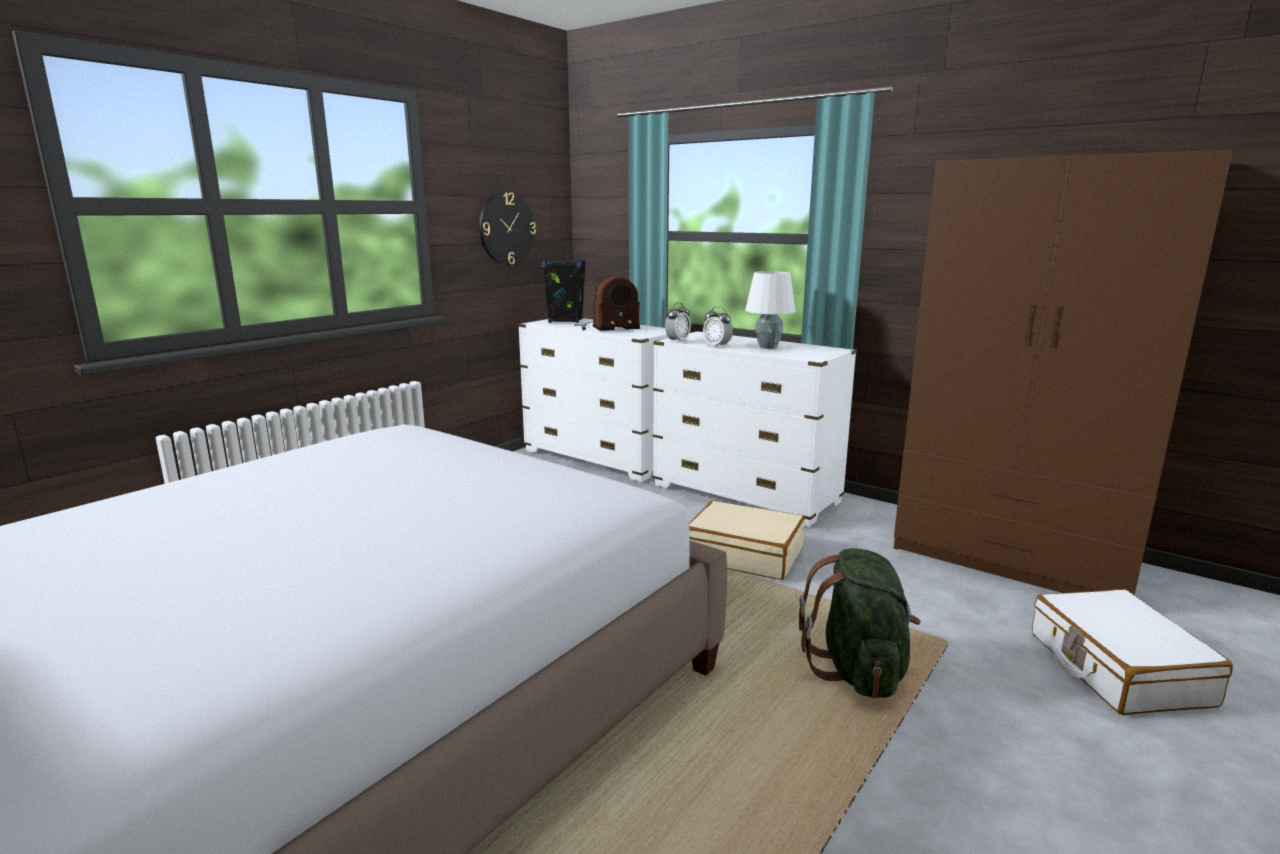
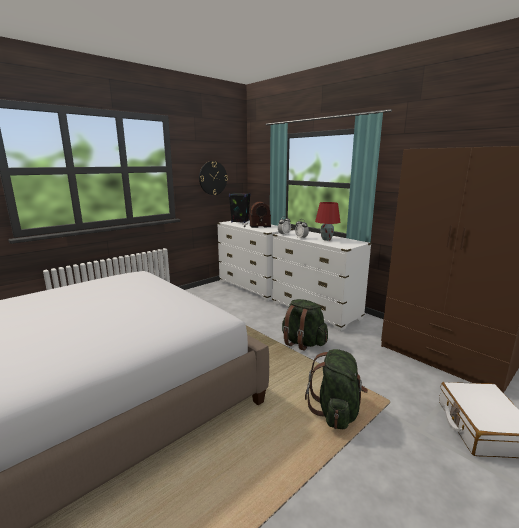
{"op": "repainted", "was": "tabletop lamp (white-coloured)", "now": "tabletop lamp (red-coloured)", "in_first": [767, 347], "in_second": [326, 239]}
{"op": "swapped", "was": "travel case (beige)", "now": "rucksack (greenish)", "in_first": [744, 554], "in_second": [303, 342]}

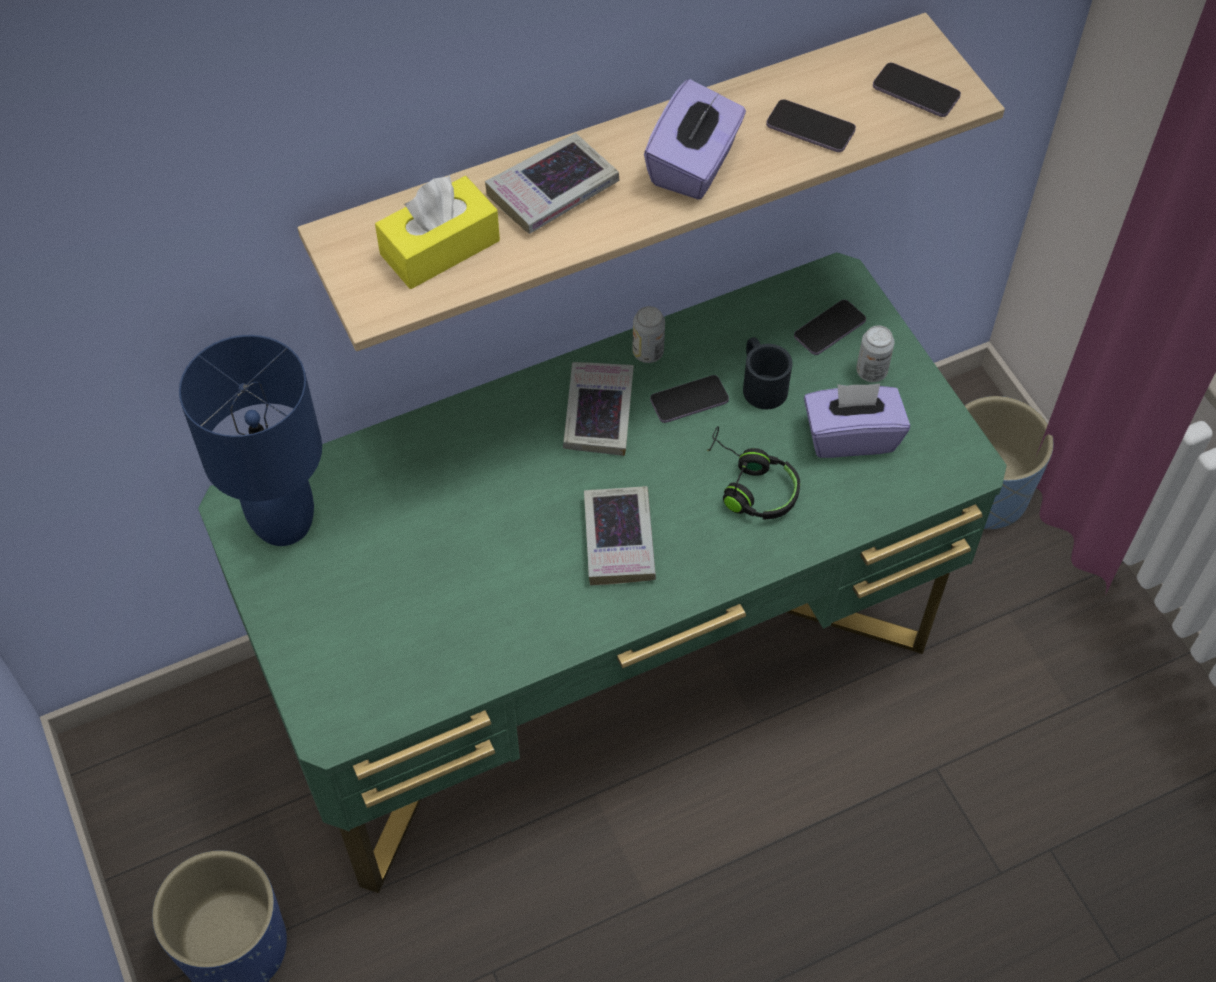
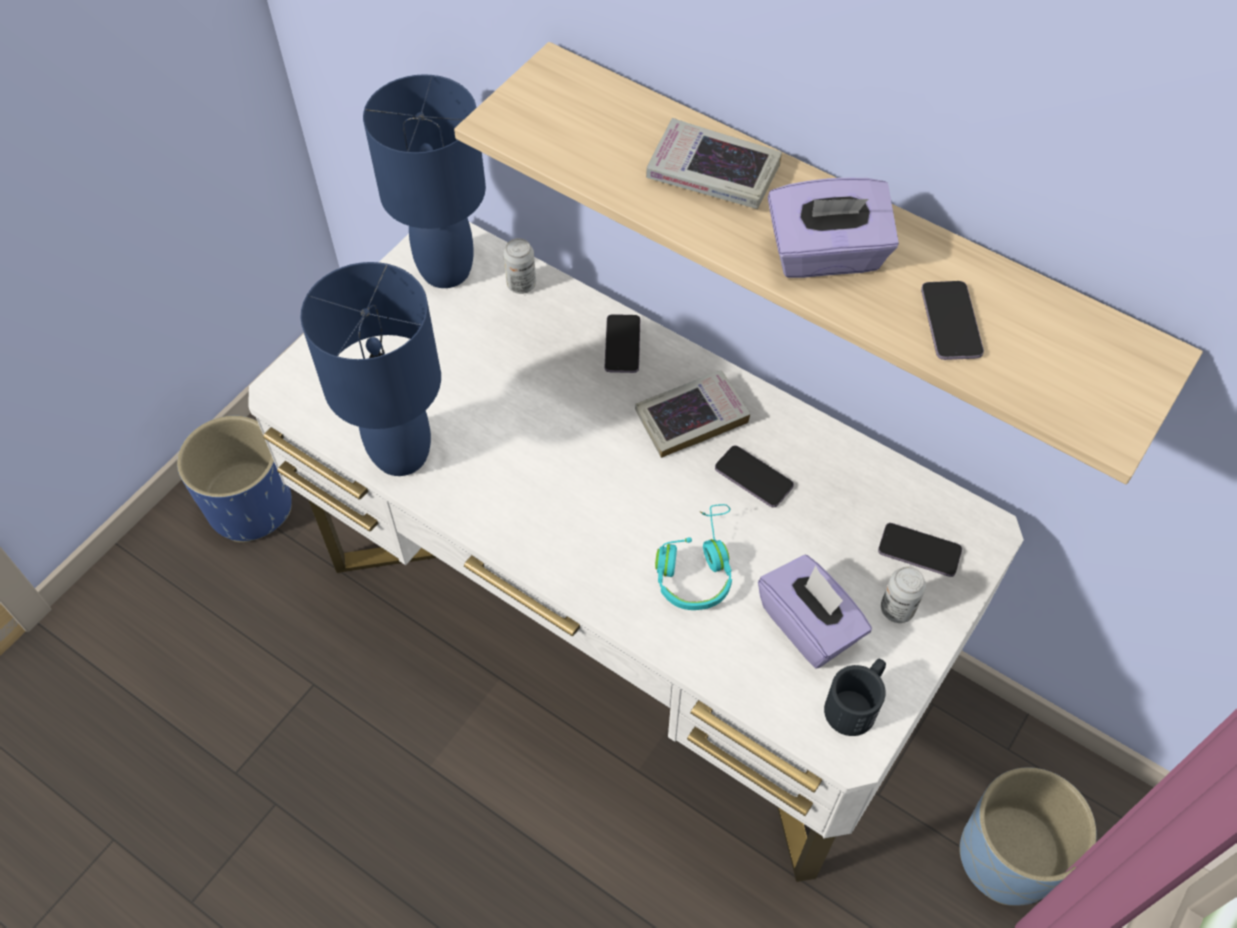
{"op": "shifted", "was": "phone", "in_first": [915, 92], "in_second": [622, 345]}
{"op": "gone", "was": "box of tissues (yellowish)", "in_first": [440, 247]}
{"op": "repainted", "was": "desk unit (greenish)", "now": "desk unit (white-coloured)", "in_first": [605, 662], "in_second": [621, 625]}
{"op": "shifted", "was": "metal can", "in_first": [648, 352], "in_second": [521, 284]}
{"op": "shifted", "was": "mug (black-coloured)", "in_first": [761, 383], "in_second": [856, 702]}
{"op": "repainted", "was": "headphones (black-coloured)", "now": "headphones (turquoise-coloured)", "in_first": [749, 485], "in_second": [696, 567]}
{"op": "gone", "was": "volume", "in_first": [619, 540]}
{"op": "new", "now": "tabletop lamp (blue-coloured)", "in_second": [401, 453]}

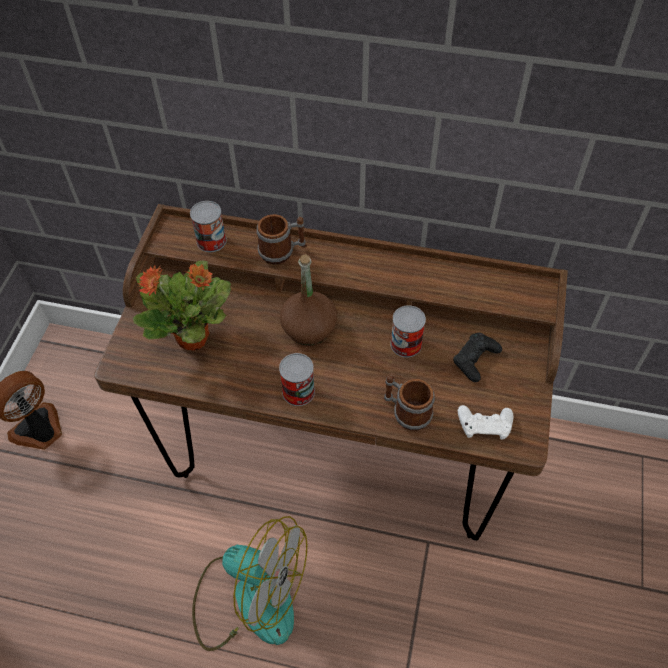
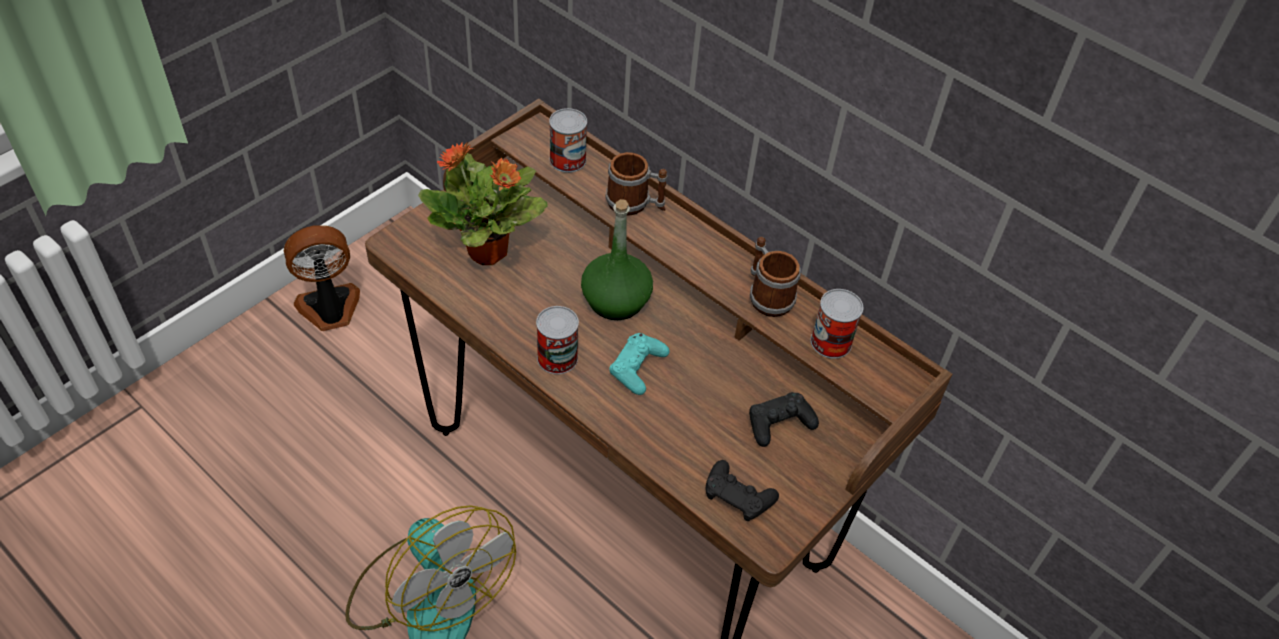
{"op": "repainted", "was": "beverage bottle (brownish)", "now": "beverage bottle (greenish)", "in_first": [309, 328], "in_second": [616, 301]}
{"op": "shifted", "was": "metal can", "in_first": [406, 344], "in_second": [831, 342]}
{"op": "shifted", "was": "mug", "in_first": [406, 412], "in_second": [767, 295]}
{"op": "repainted", "was": "game controller (white-coloured)", "now": "game controller (black-coloured)", "in_first": [484, 425], "in_second": [738, 496]}
{"op": "new", "now": "game controller (turquoise-coloured)", "in_second": [637, 368]}

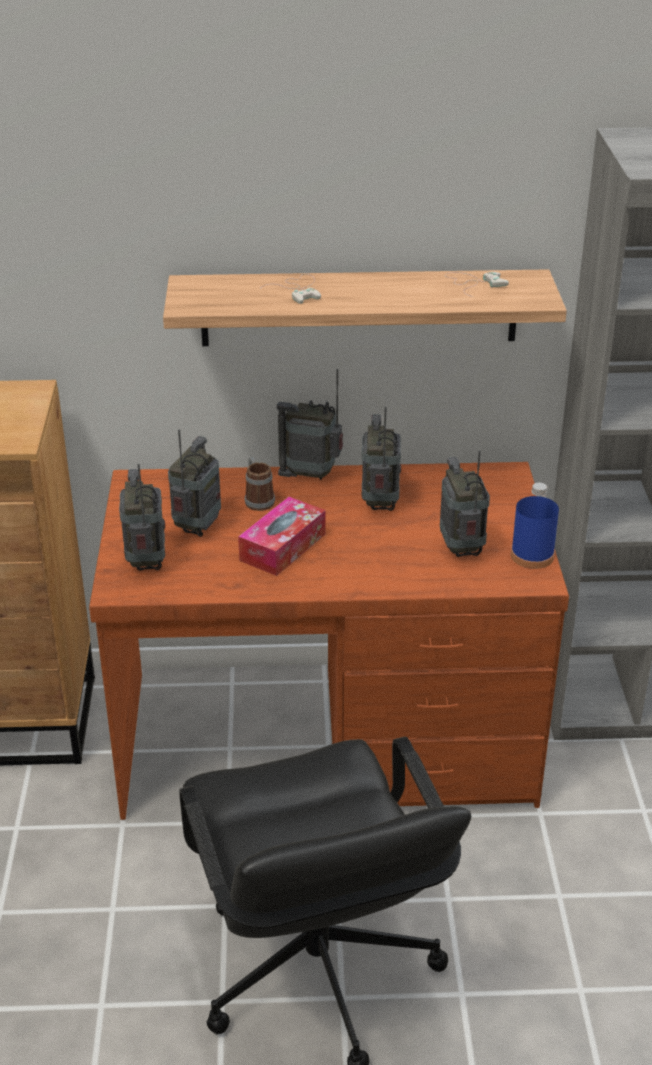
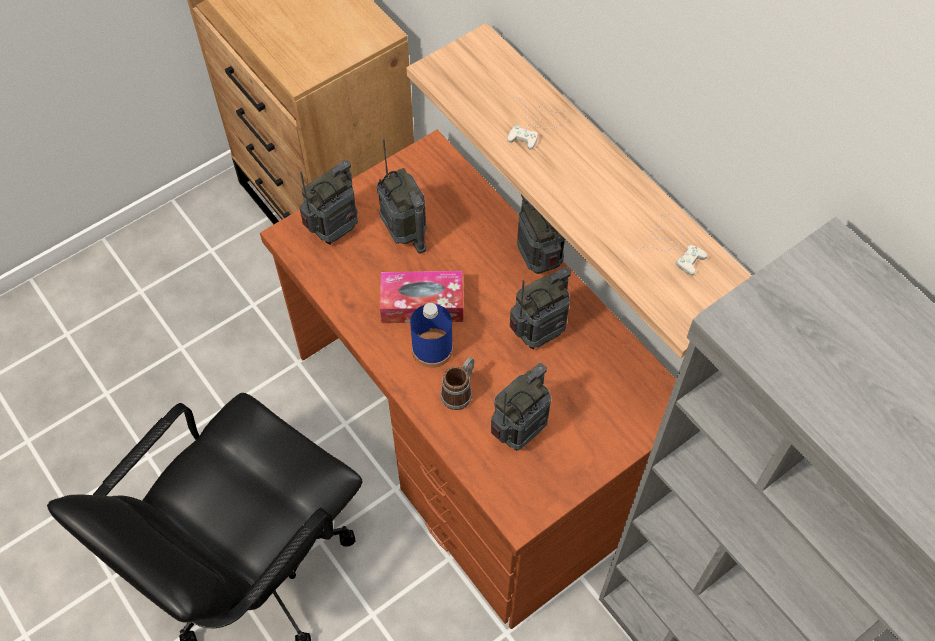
{"op": "rotated", "was": "radio", "in_first": [197, 527], "in_second": [404, 232], "clockwise": 75}
{"op": "shifted", "was": "mug", "in_first": [257, 499], "in_second": [460, 391]}
{"op": "shifted", "was": "beverage bottle (blue-coloured)", "in_first": [532, 556], "in_second": [432, 349]}

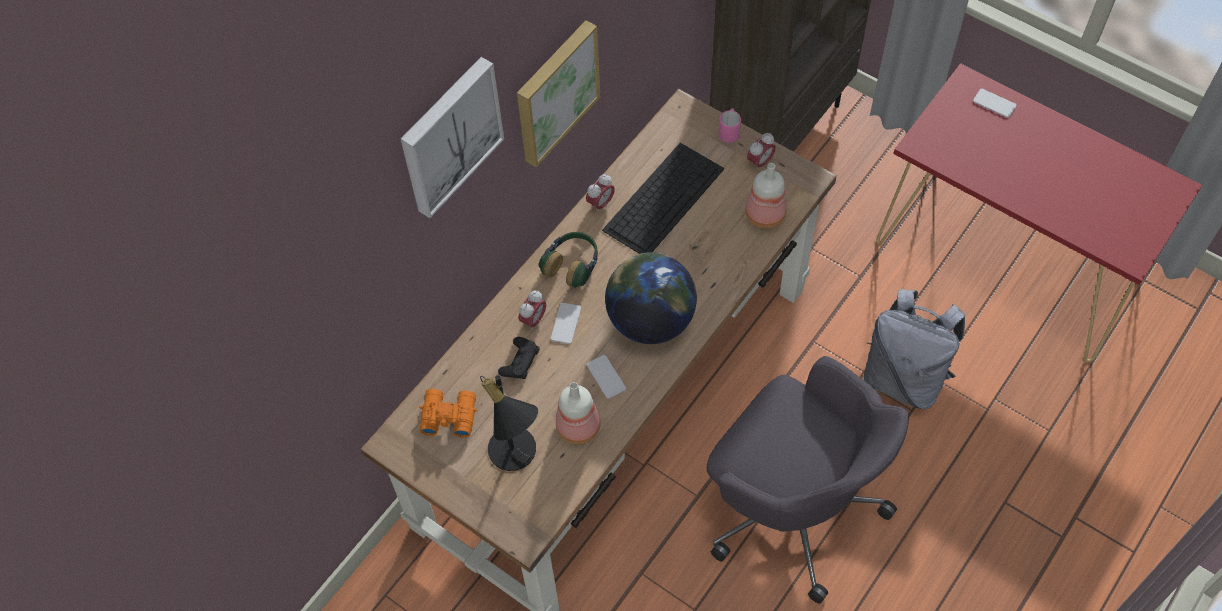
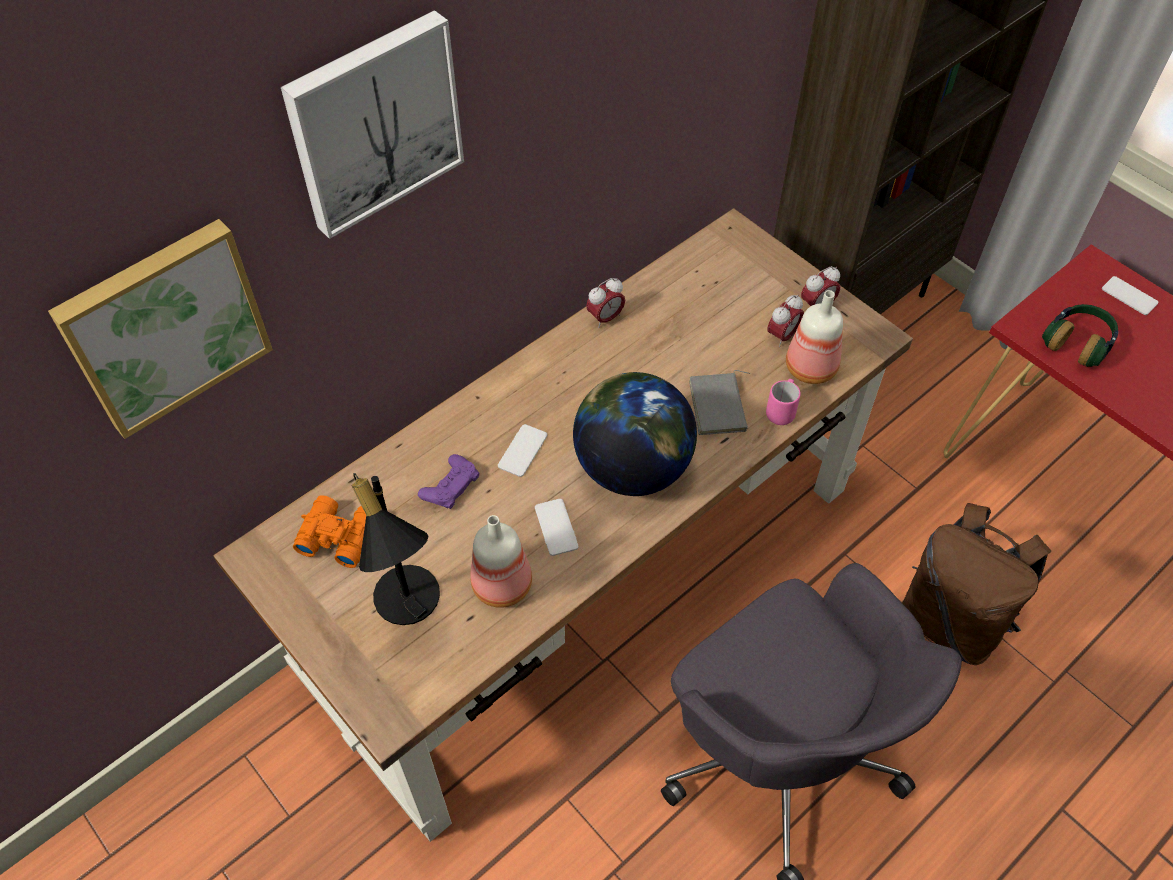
{"op": "shifted", "was": "picture", "in_first": [555, 91], "in_second": [164, 325]}
{"op": "shifted", "was": "mug (pinkish)", "in_first": [729, 132], "in_second": [782, 410]}
{"op": "gone", "was": "PC keyboard", "in_first": [664, 198]}
{"op": "shifted", "was": "headphones", "in_first": [572, 264], "in_second": [1078, 343]}
{"op": "repainted", "was": "rucksack (greyish)", "now": "rucksack (brownish)", "in_first": [904, 377], "in_second": [952, 620]}
{"op": "shifted", "was": "alarm clock", "in_first": [533, 320], "in_second": [782, 336]}
{"op": "repainted", "was": "game controller (black-coloured)", "now": "game controller (purple)", "in_first": [519, 361], "in_second": [450, 486]}
{"op": "new", "now": "volume (greyish)", "in_second": [720, 406]}

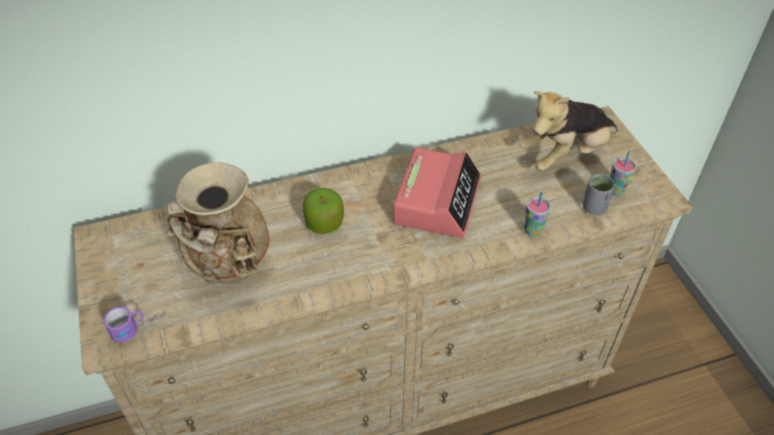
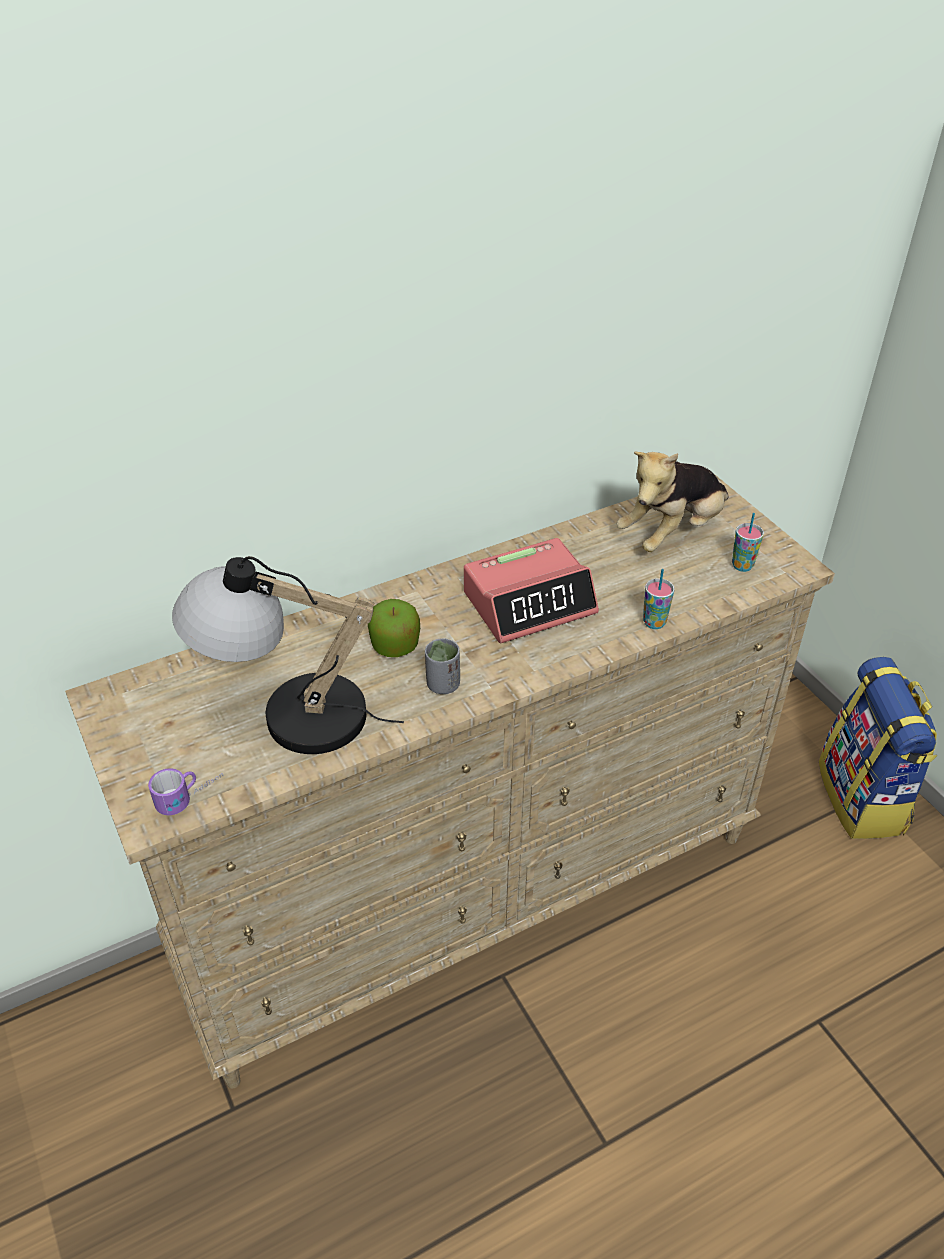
{"op": "rotated", "was": "alarm clock", "in_first": [437, 200], "in_second": [530, 602], "clockwise": 60}
{"op": "swapped", "was": "flower vase (beige)", "now": "tabletop lamp", "in_first": [229, 270], "in_second": [288, 715]}
{"op": "shifted", "was": "cup (greyish)", "in_first": [594, 208], "in_second": [443, 685]}
{"op": "new", "now": "rucksack", "in_second": [863, 798]}

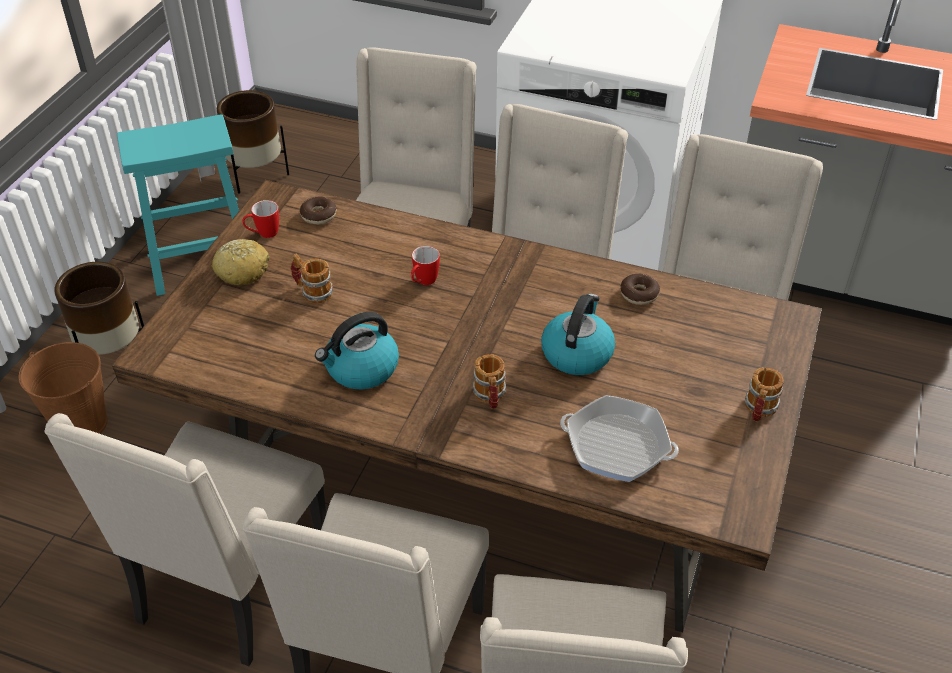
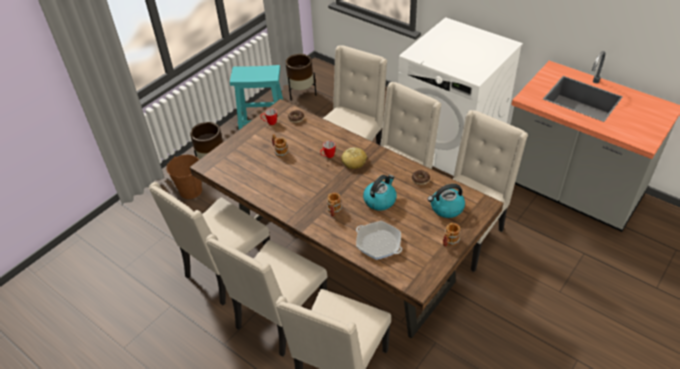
{"op": "shifted", "was": "bread", "in_first": [242, 270], "in_second": [354, 162]}
{"op": "shifted", "was": "tea kettle", "in_first": [361, 369], "in_second": [446, 208]}

